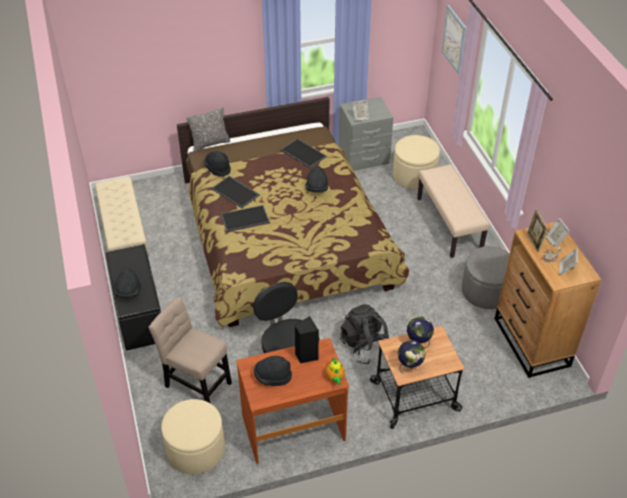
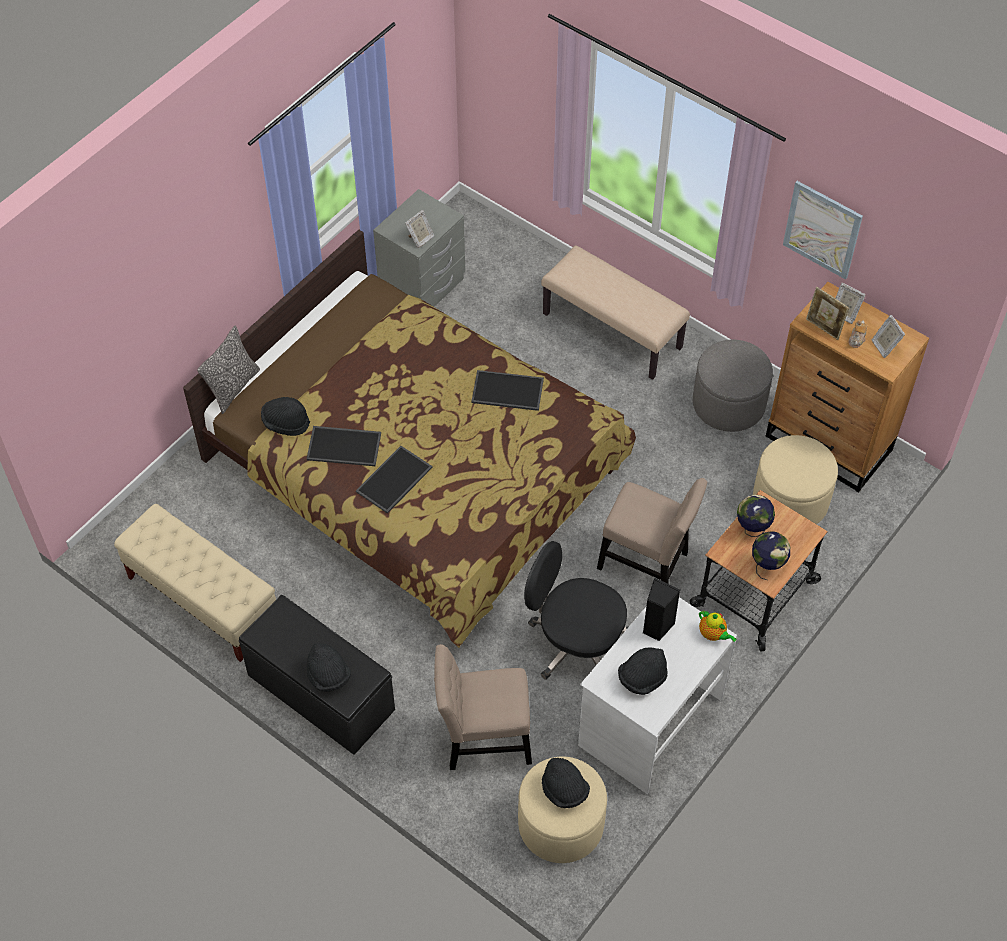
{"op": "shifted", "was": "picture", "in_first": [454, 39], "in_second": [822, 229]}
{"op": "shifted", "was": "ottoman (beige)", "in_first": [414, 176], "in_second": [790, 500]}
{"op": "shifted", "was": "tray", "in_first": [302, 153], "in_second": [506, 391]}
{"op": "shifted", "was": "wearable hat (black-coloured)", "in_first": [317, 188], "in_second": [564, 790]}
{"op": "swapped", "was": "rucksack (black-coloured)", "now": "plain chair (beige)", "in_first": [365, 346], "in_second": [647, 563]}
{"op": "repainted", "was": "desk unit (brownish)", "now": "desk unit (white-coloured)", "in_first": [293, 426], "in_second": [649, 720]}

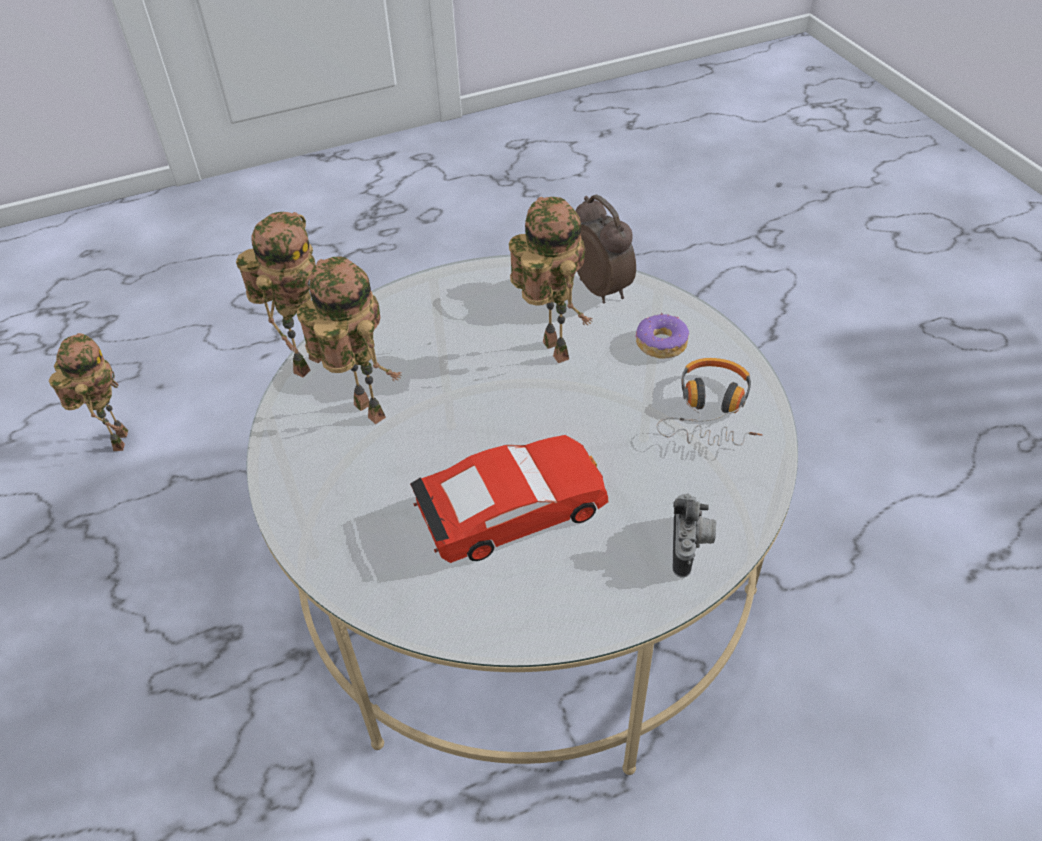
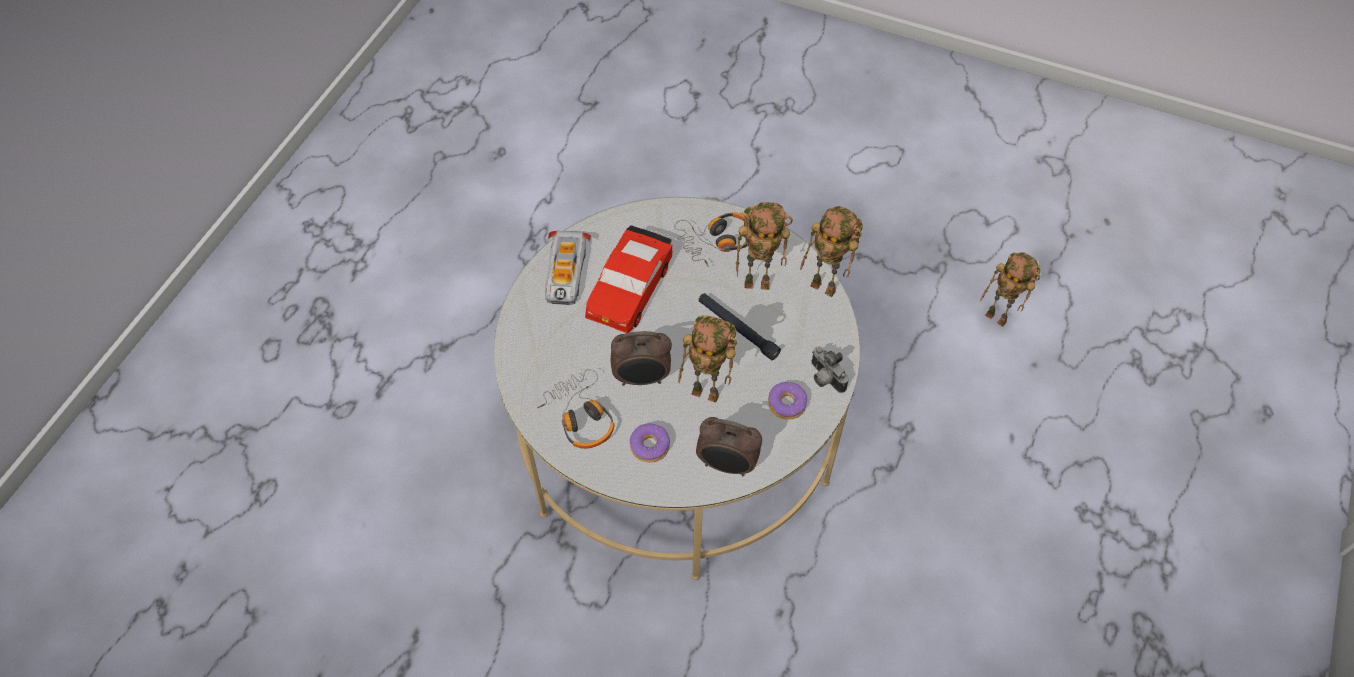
{"op": "rotated", "was": "toy robot", "in_first": [308, 361], "in_second": [826, 287], "clockwise": -45}
{"op": "shifted", "was": "still camera", "in_first": [690, 546], "in_second": [824, 378]}
{"op": "new", "now": "headphones", "in_second": [716, 242]}
{"op": "new", "now": "miniature car", "in_second": [566, 273]}
{"op": "new", "now": "hand torch (black-coloured)", "in_second": [737, 329]}
{"op": "new", "now": "alarm clock", "in_second": [642, 379]}
{"op": "new", "now": "donut", "in_second": [787, 404]}

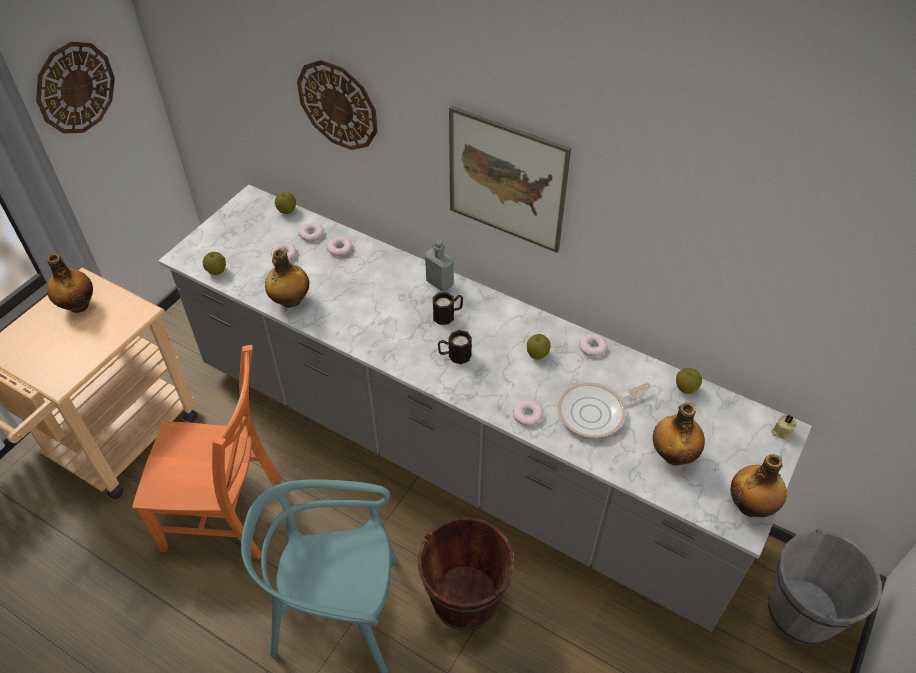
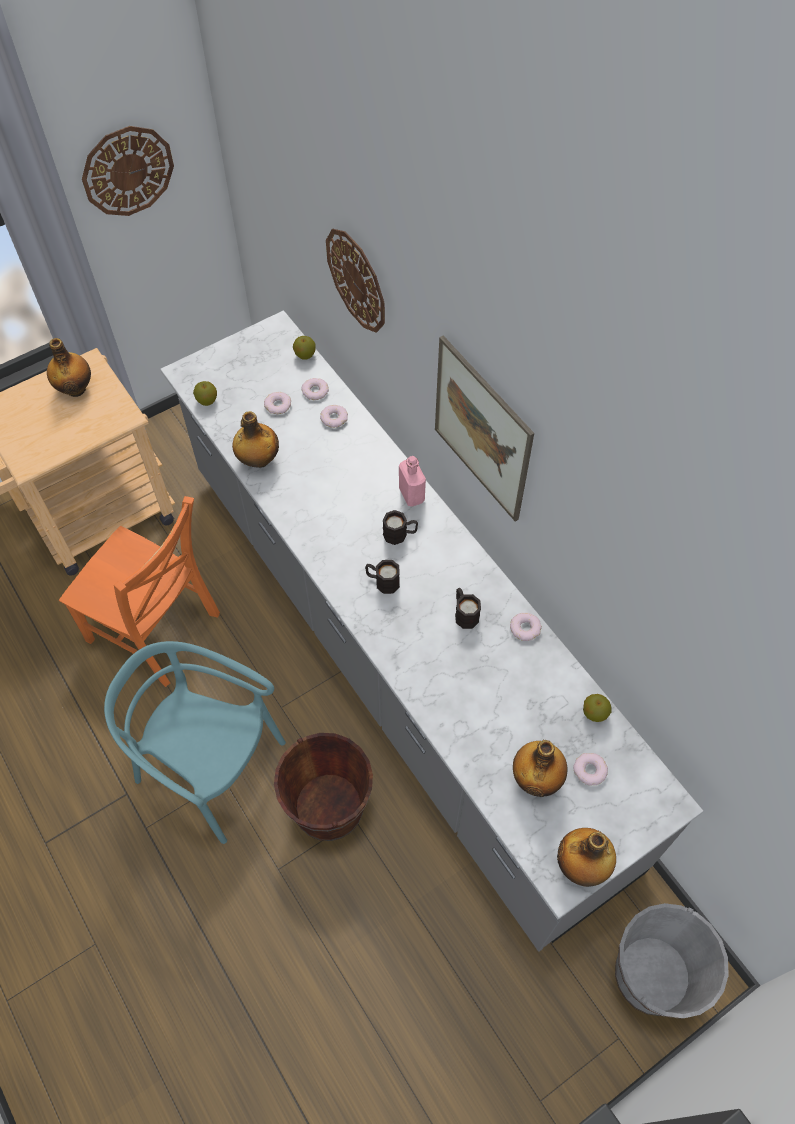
{"op": "repainted", "was": "beverage bottle (greyish)", "now": "beverage bottle (pinkish)", "in_first": [439, 283], "in_second": [411, 495]}
{"op": "swapped", "was": "whole apple", "now": "mug (black-coloured)", "in_first": [537, 354], "in_second": [464, 613]}
{"op": "gone", "was": "frying pan", "in_first": [595, 413]}
{"op": "shifted", "was": "donut", "in_first": [527, 415], "in_second": [589, 770]}
{"op": "gone", "was": "wax light (beige)", "in_first": [781, 431]}

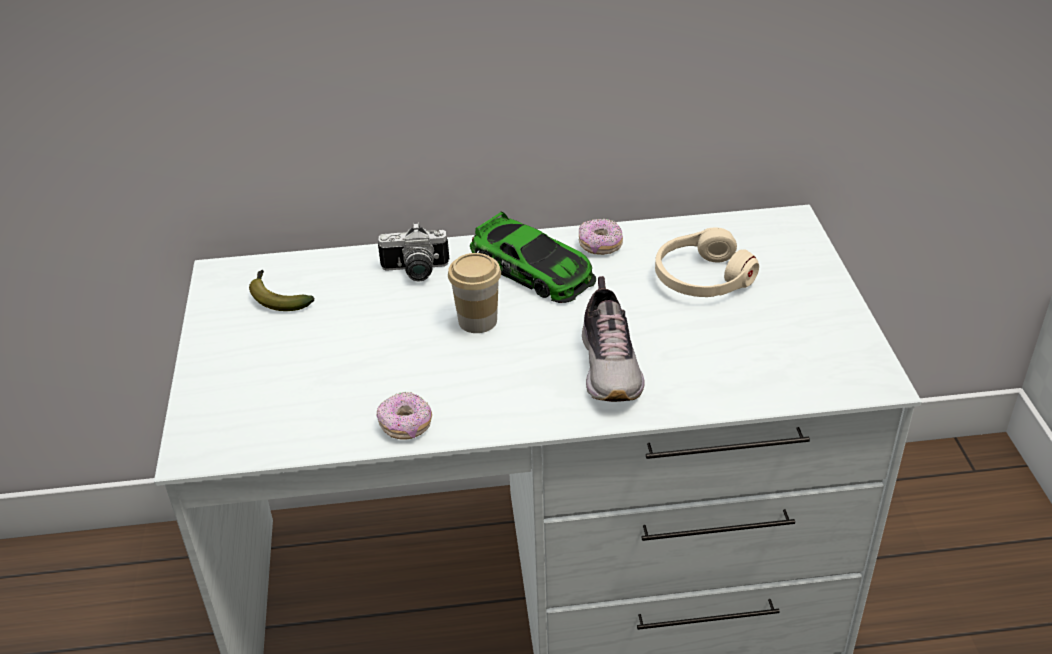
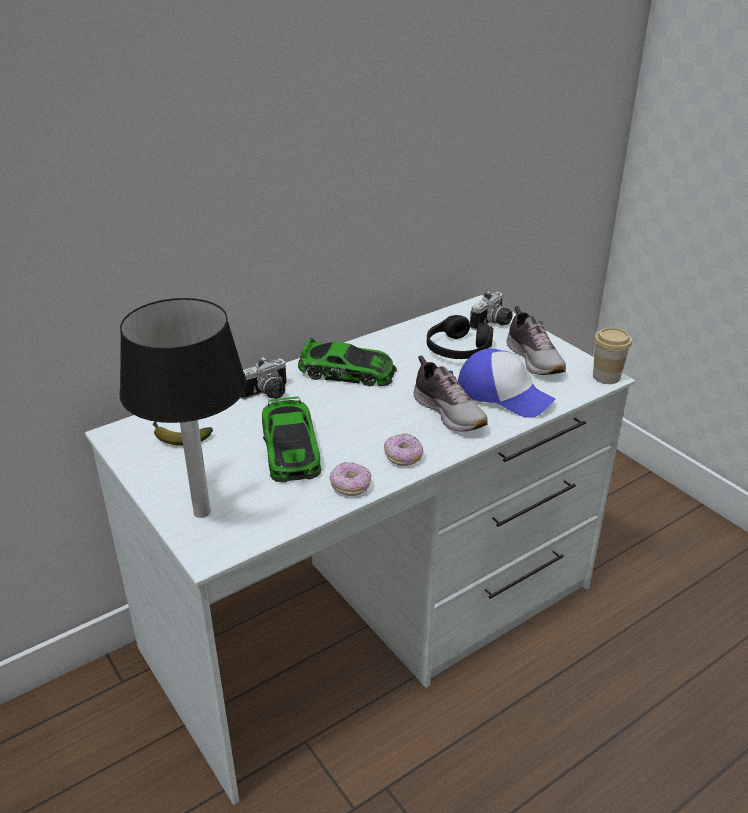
{"op": "shifted", "was": "donut", "in_first": [600, 245], "in_second": [403, 457]}
{"op": "repainted", "was": "headphones (beige)", "now": "headphones (black-coloured)", "in_first": [702, 278], "in_second": [458, 349]}
{"op": "shifted", "was": "cup", "in_first": [477, 321], "in_second": [606, 376]}
{"op": "new", "now": "still camera", "in_second": [493, 324]}
{"op": "new", "now": "tabletop lamp", "in_second": [201, 513]}
{"op": "new", "now": "low shoe", "in_second": [535, 359]}
{"op": "new", "now": "cap", "in_second": [504, 394]}
{"op": "new", "now": "miniature car", "in_second": [290, 449]}

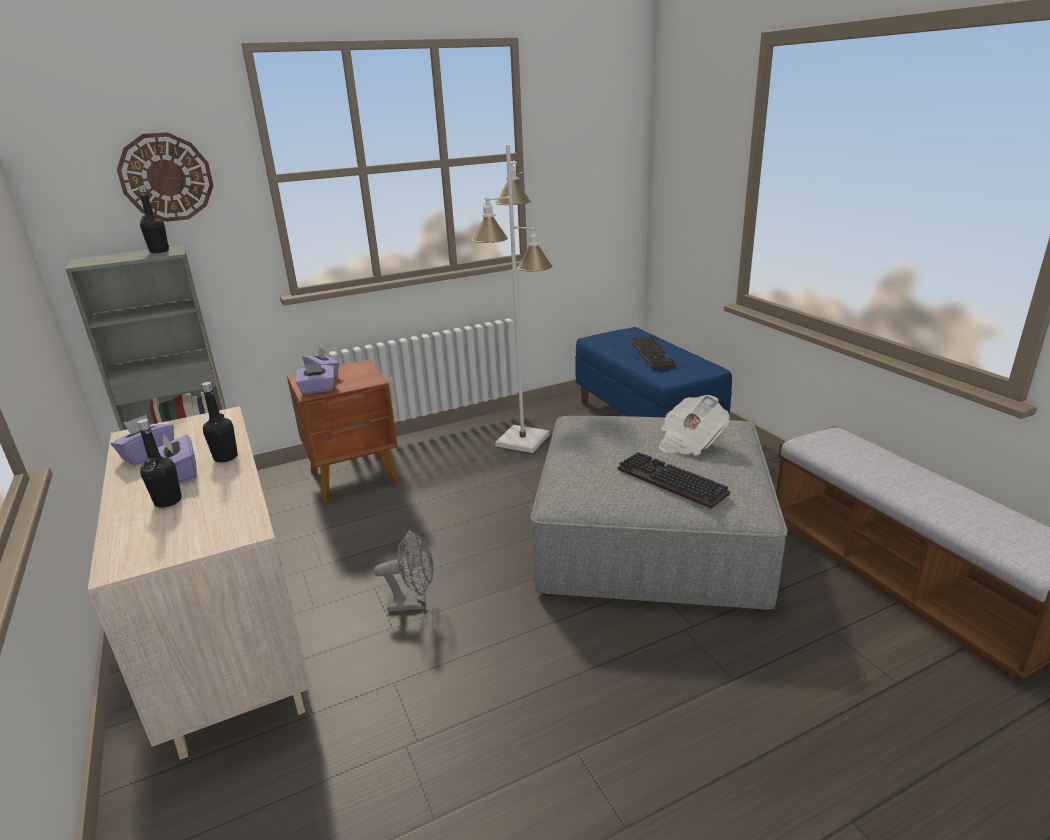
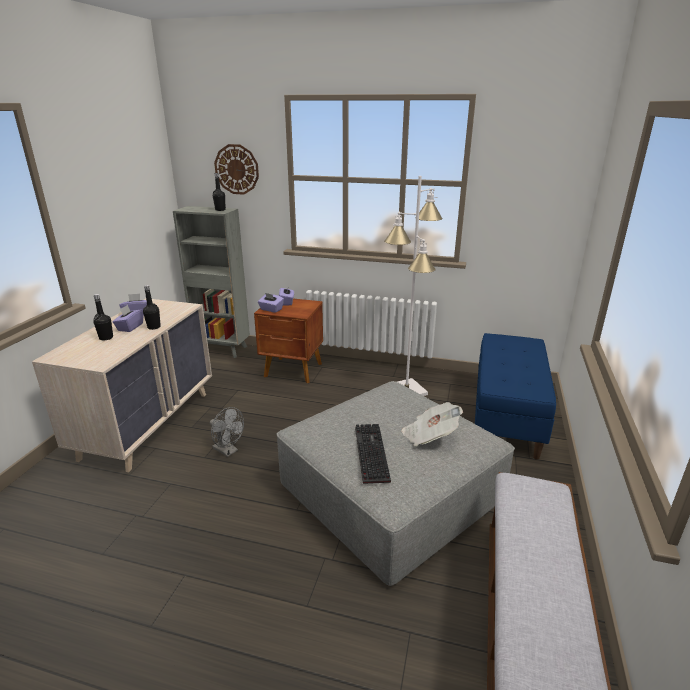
{"op": "gone", "was": "PC keyboard", "in_first": [654, 354]}

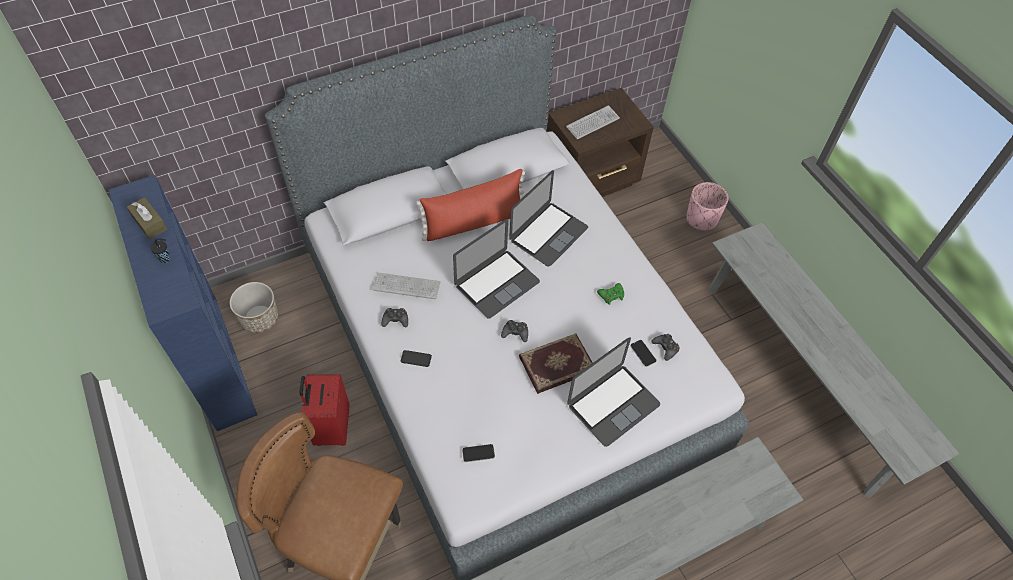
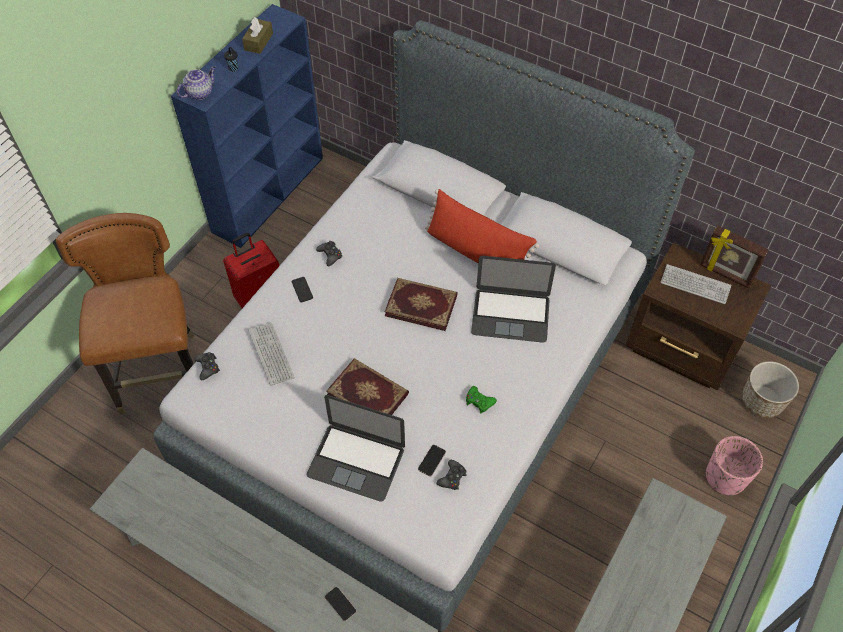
{"op": "swapped", "was": "portable computer", "now": "volume", "in_first": [497, 283], "in_second": [421, 304]}
{"op": "shifted", "was": "PC keyboard", "in_first": [406, 286], "in_second": [271, 354]}
{"op": "shifted", "was": "plant pot", "in_first": [260, 319], "in_second": [762, 401]}
{"op": "shifted", "was": "game controller (black-coloured)", "in_first": [515, 333], "in_second": [208, 367]}
{"op": "shifted", "was": "phone", "in_first": [478, 453], "in_second": [340, 604]}
{"op": "new", "now": "tea pot", "in_second": [200, 92]}
{"op": "new", "now": "standing frame", "in_second": [725, 274]}

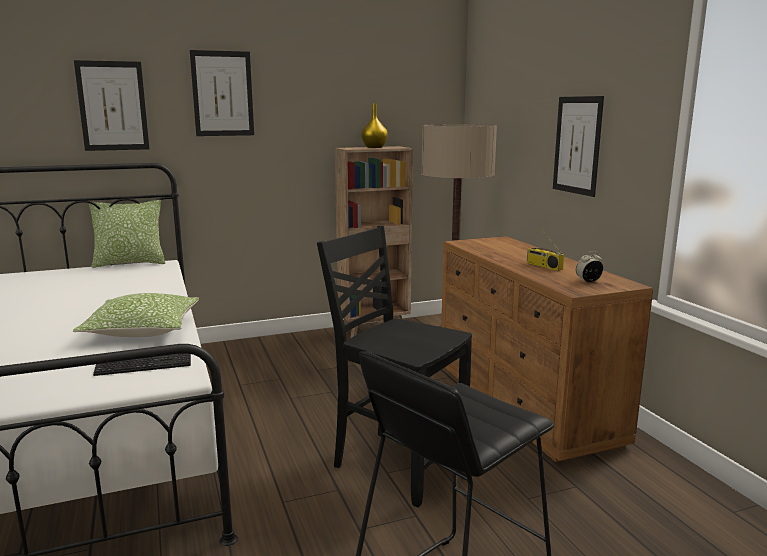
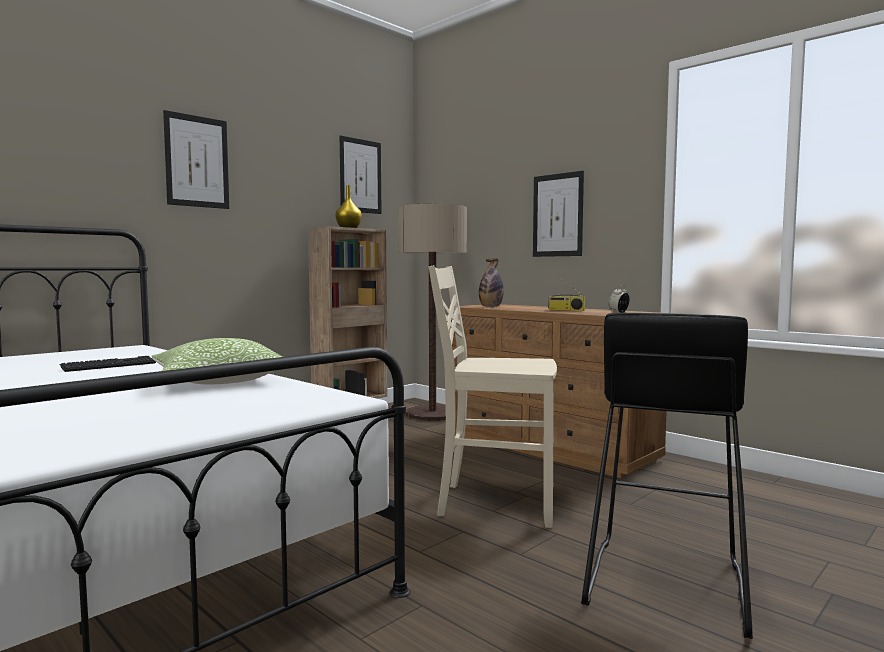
{"op": "shifted", "was": "picture", "in_first": [113, 106], "in_second": [360, 176]}
{"op": "gone", "was": "cushion", "in_first": [130, 263]}
{"op": "repainted", "was": "plain chair (black-coloured)", "now": "plain chair (beige)", "in_first": [397, 464], "in_second": [494, 503]}
{"op": "shifted", "was": "PC keyboard", "in_first": [144, 365], "in_second": [109, 366]}
{"op": "new", "now": "beverage bottle", "in_second": [490, 307]}

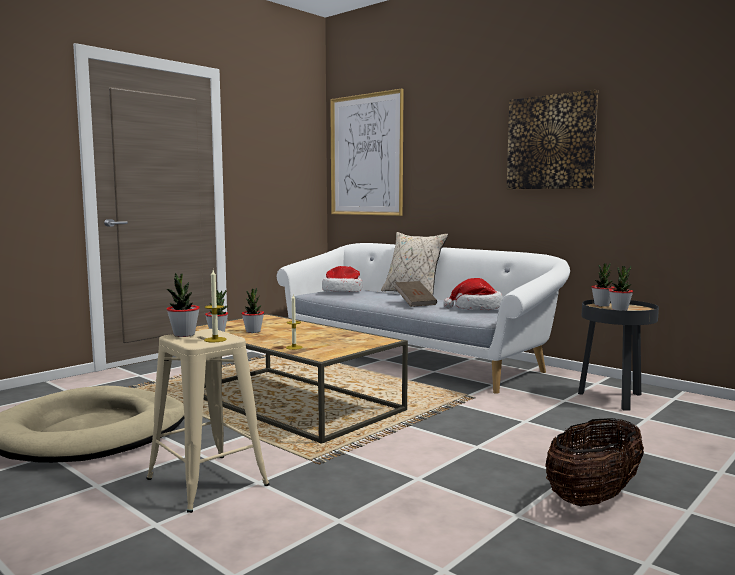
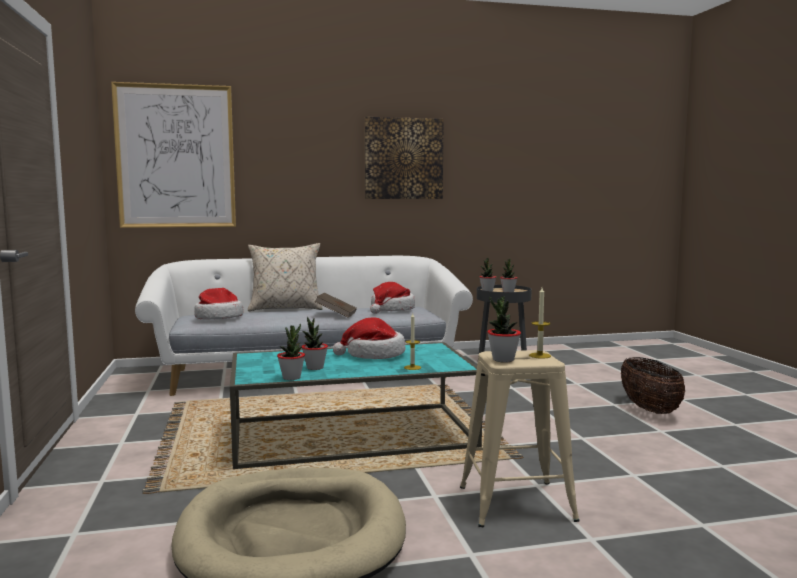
{"op": "repainted", "was": "low table (brownish)", "now": "low table (turquoise-coloured)", "in_first": [291, 401], "in_second": [352, 434]}
{"op": "new", "now": "wearable hat", "in_second": [373, 355]}

